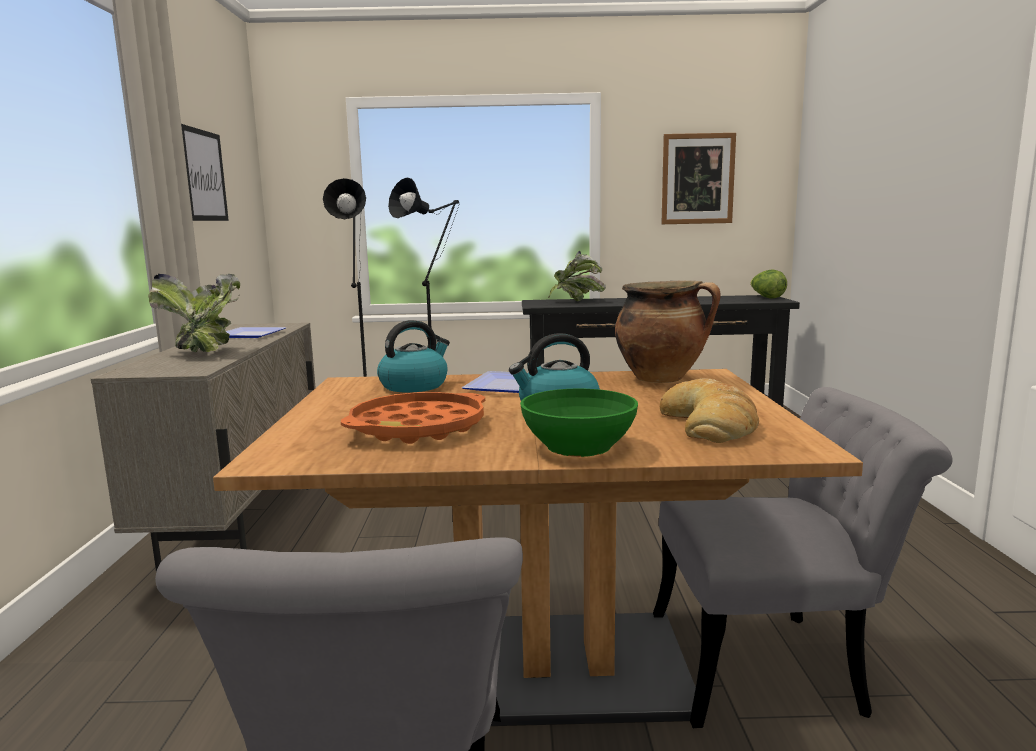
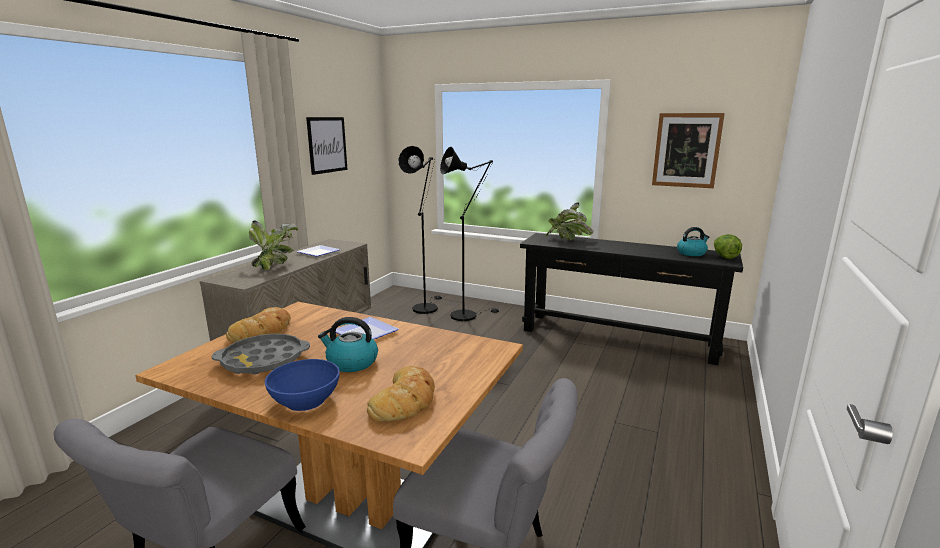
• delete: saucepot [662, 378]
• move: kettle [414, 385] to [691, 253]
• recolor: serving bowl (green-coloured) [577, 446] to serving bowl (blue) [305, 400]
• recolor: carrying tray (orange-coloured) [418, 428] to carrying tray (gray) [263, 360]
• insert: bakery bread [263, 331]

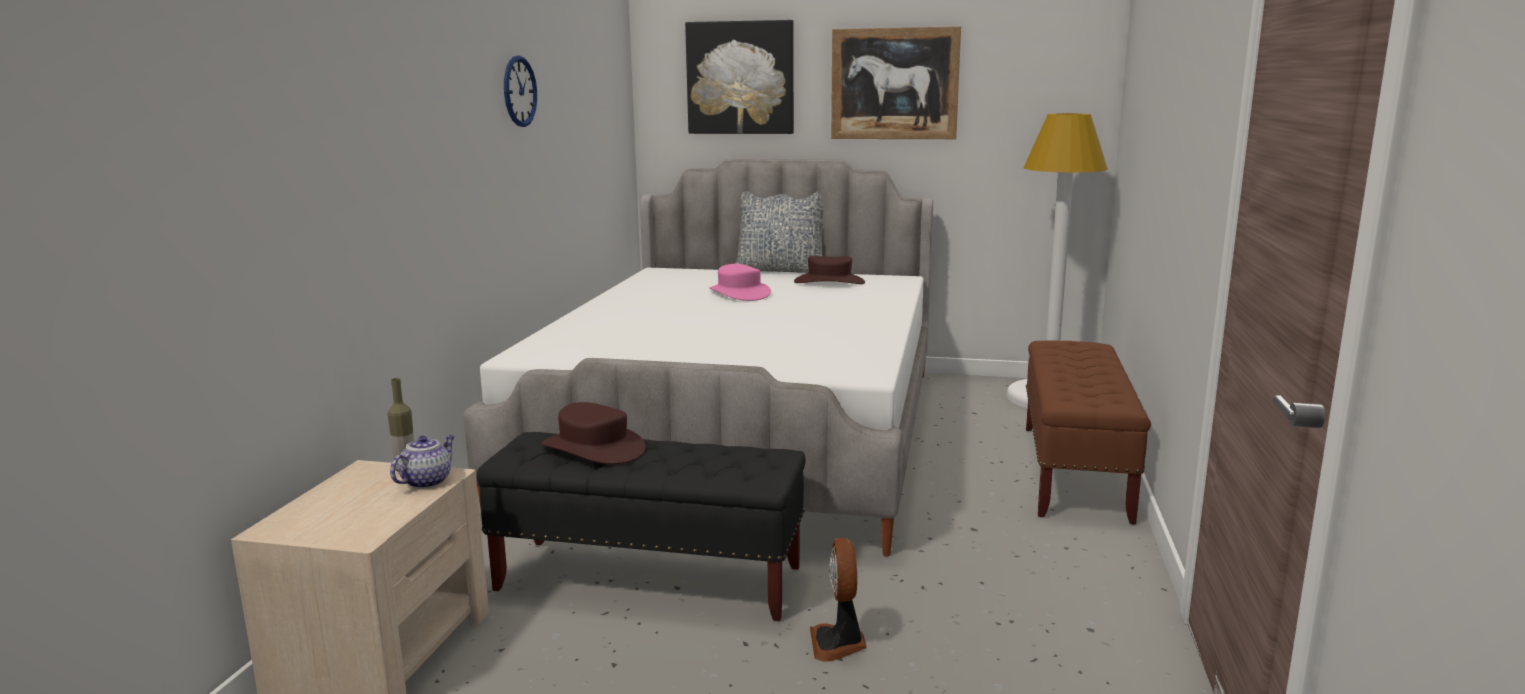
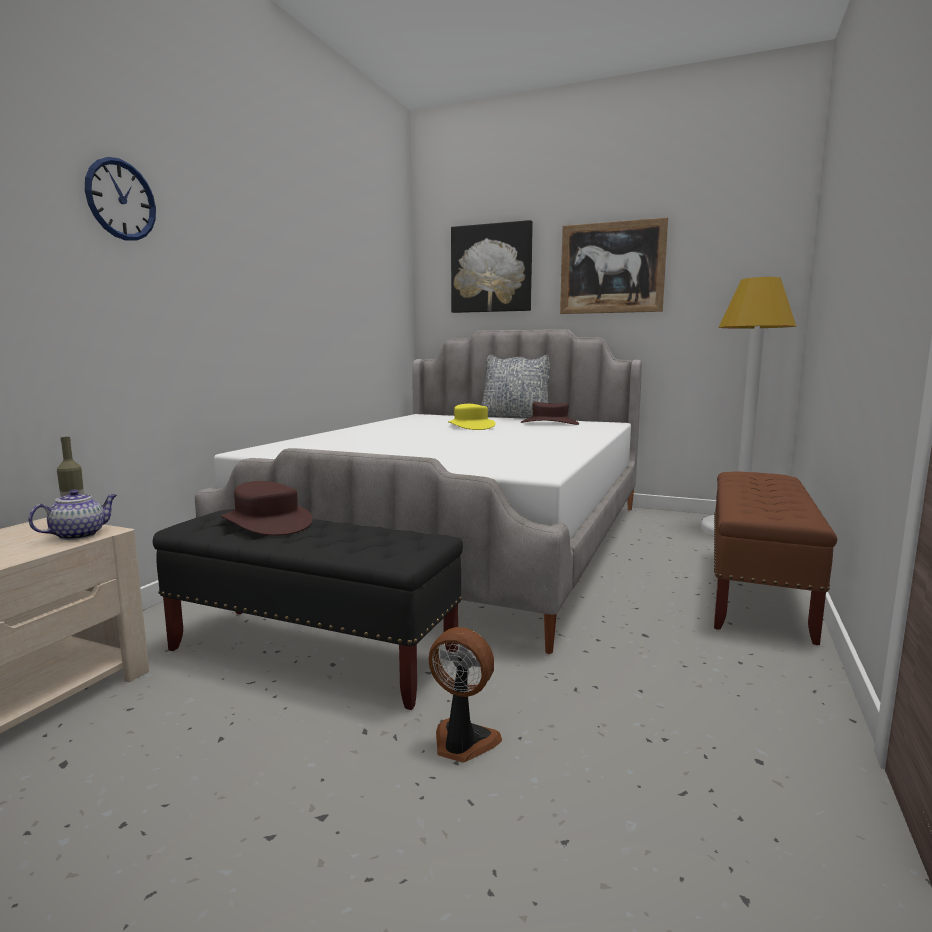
• move: hanging clock [519, 91] to [121, 200]
• recolor: clothing hat (pink) [739, 293] to clothing hat (yellow) [471, 426]
• rotate: cooling fan [838, 643] = [462, 743] 105 degrees clockwise

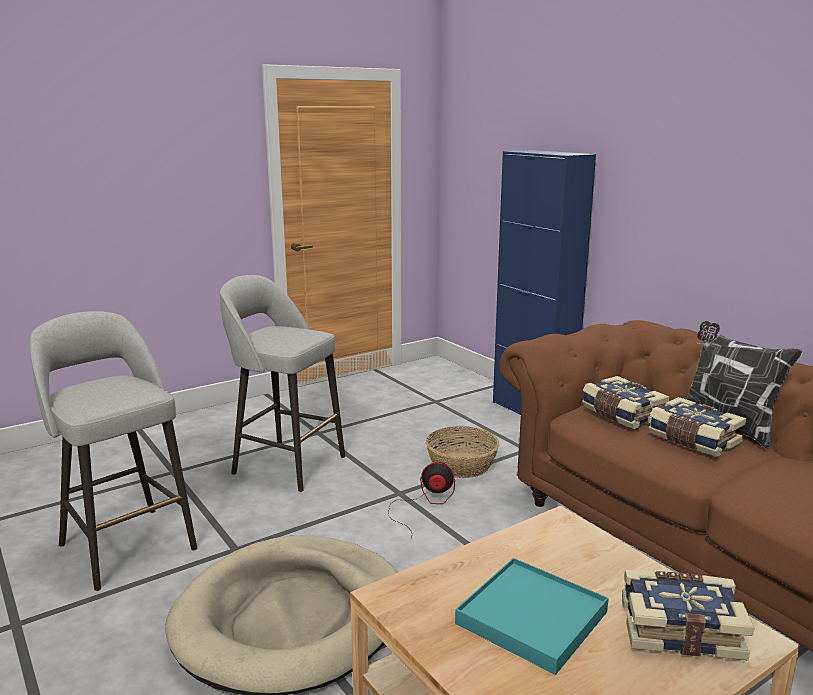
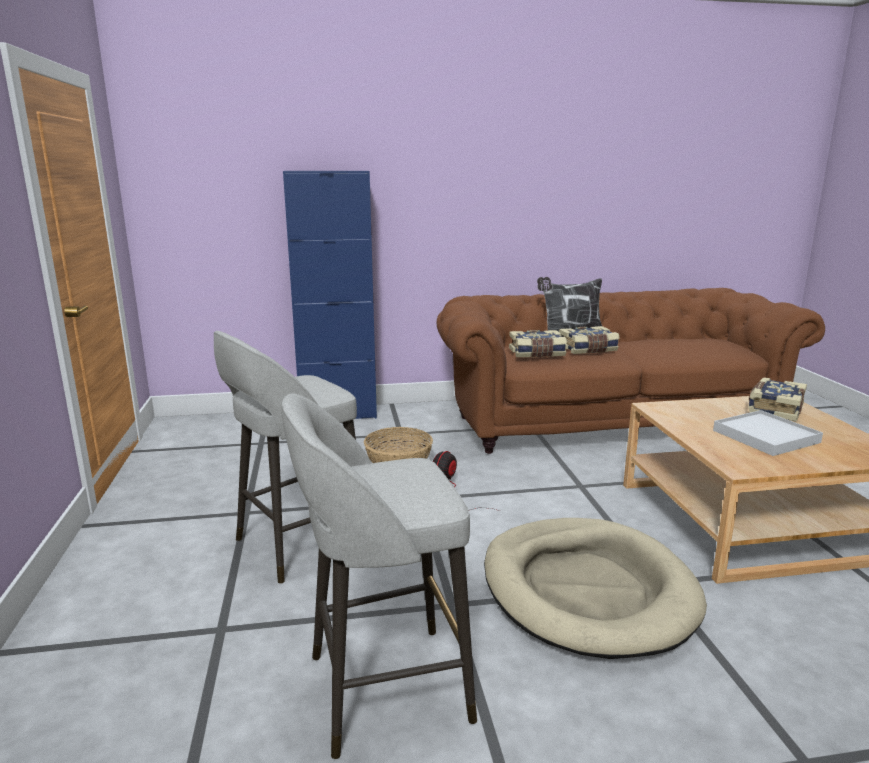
• recolor: carrying tray (turquoise-coloured) [531, 617] to carrying tray (white-coloured) [765, 436]

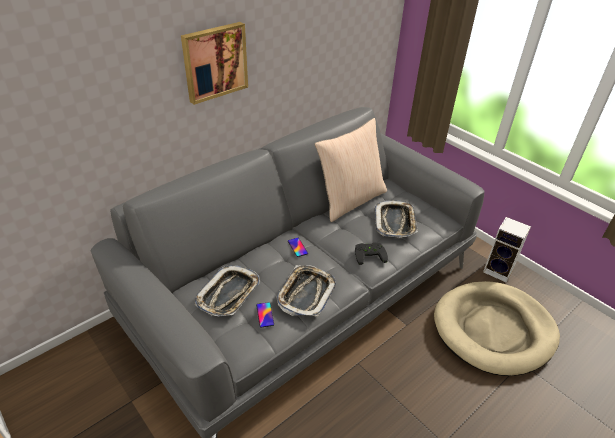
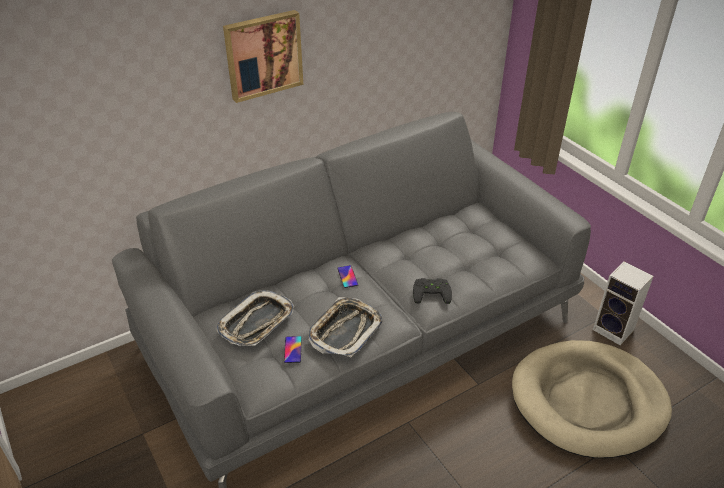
• delete: pillow (sand-coloured) [350, 200]
• delete: carrying tray [395, 222]

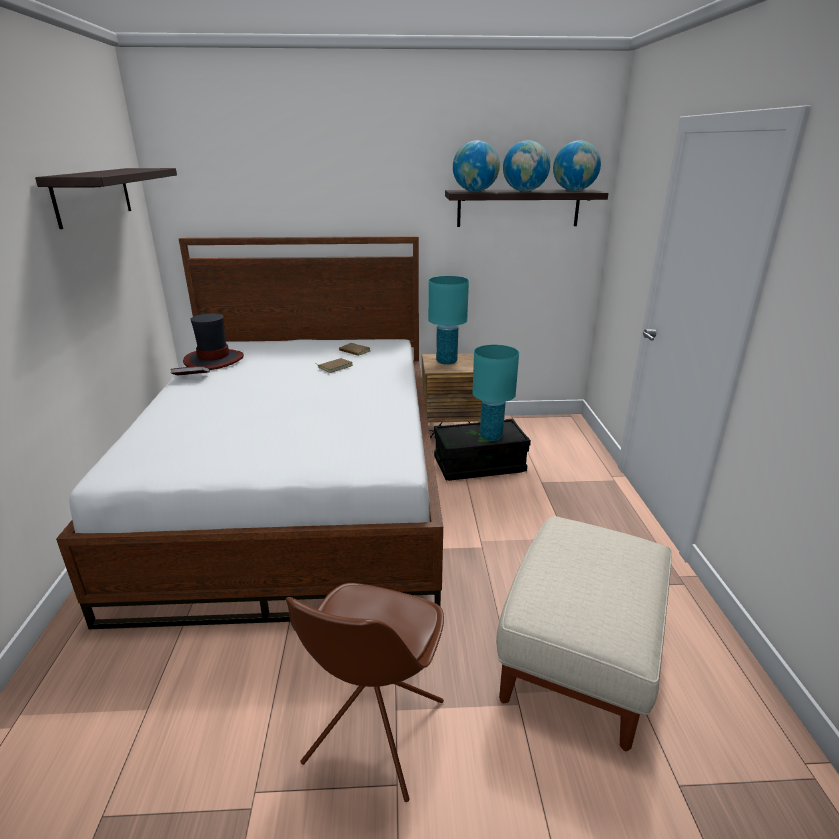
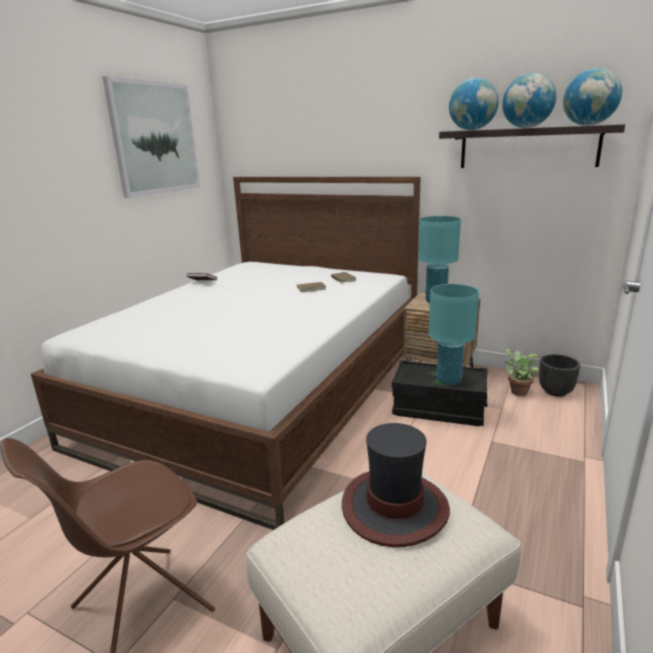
• replace: bracket shelf [93, 195] to wall picture [155, 138]
• move: clothing hat [214, 360] to [394, 507]
• insert: plant in a pot [516, 391]
• insert: flower pot (black) [556, 391]

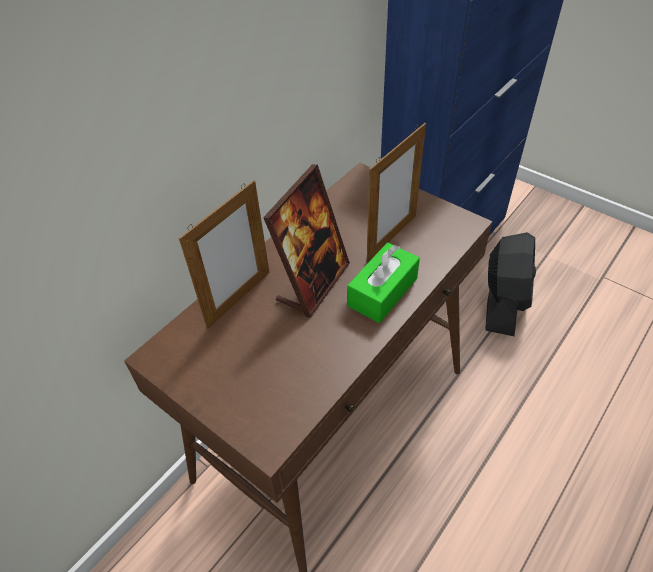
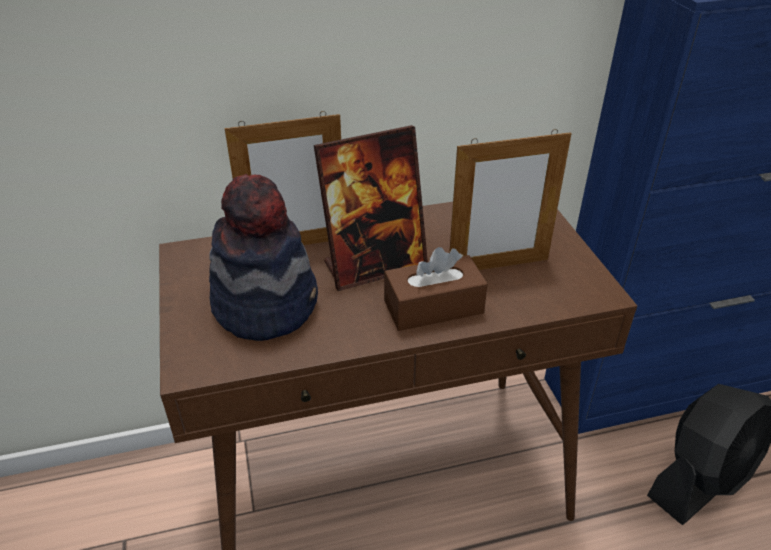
• recolor: box of tissues (green-coloured) [382, 292] to box of tissues (brownish) [433, 307]
• insert: clothing hat [266, 304]

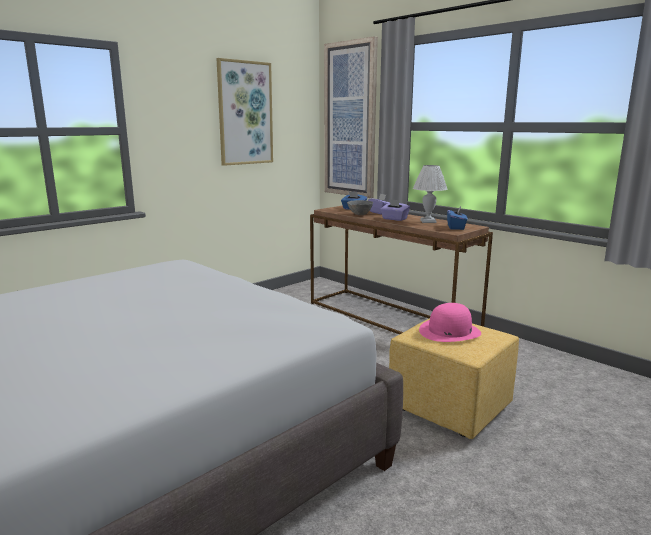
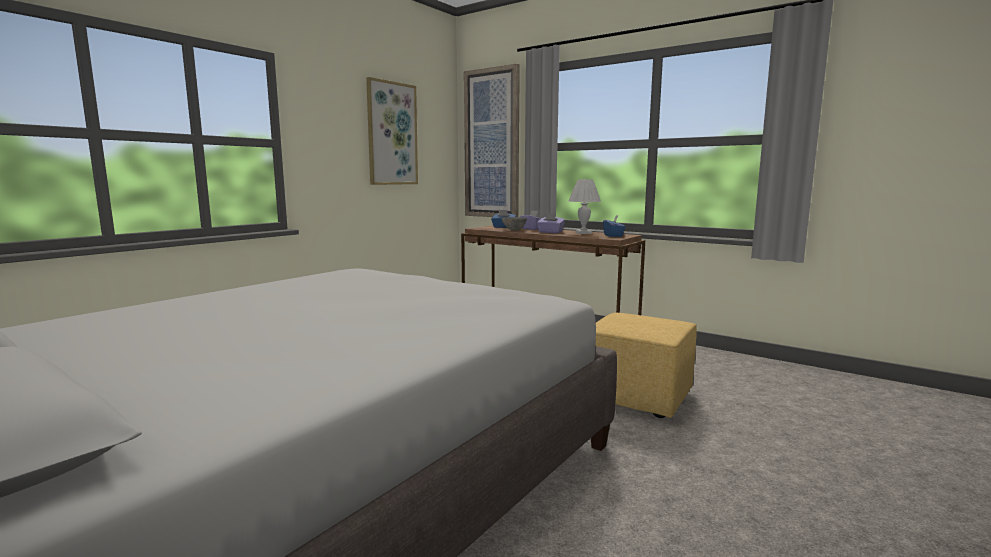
• delete: clothing hat (pink) [449, 331]

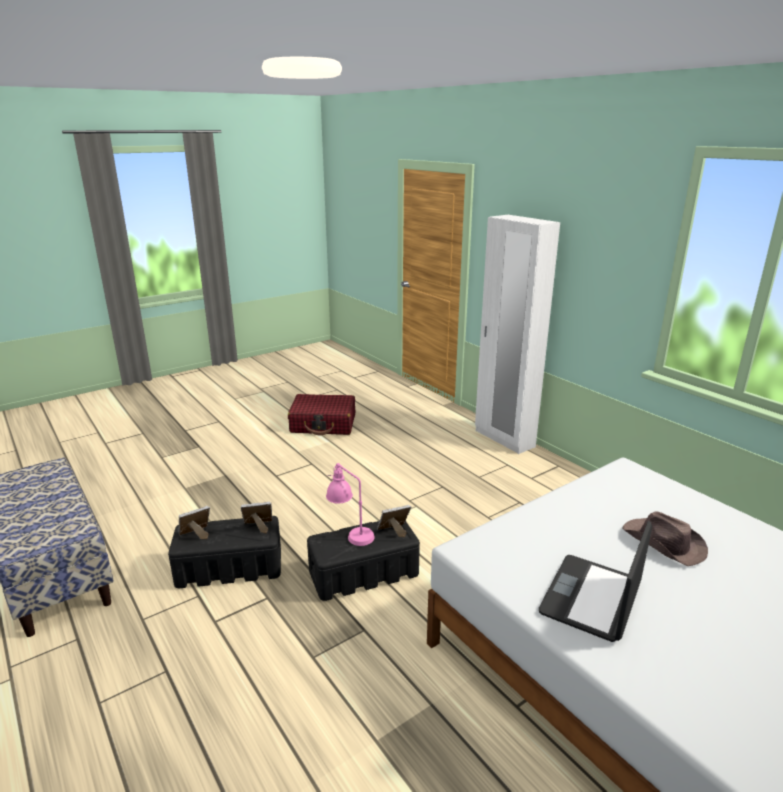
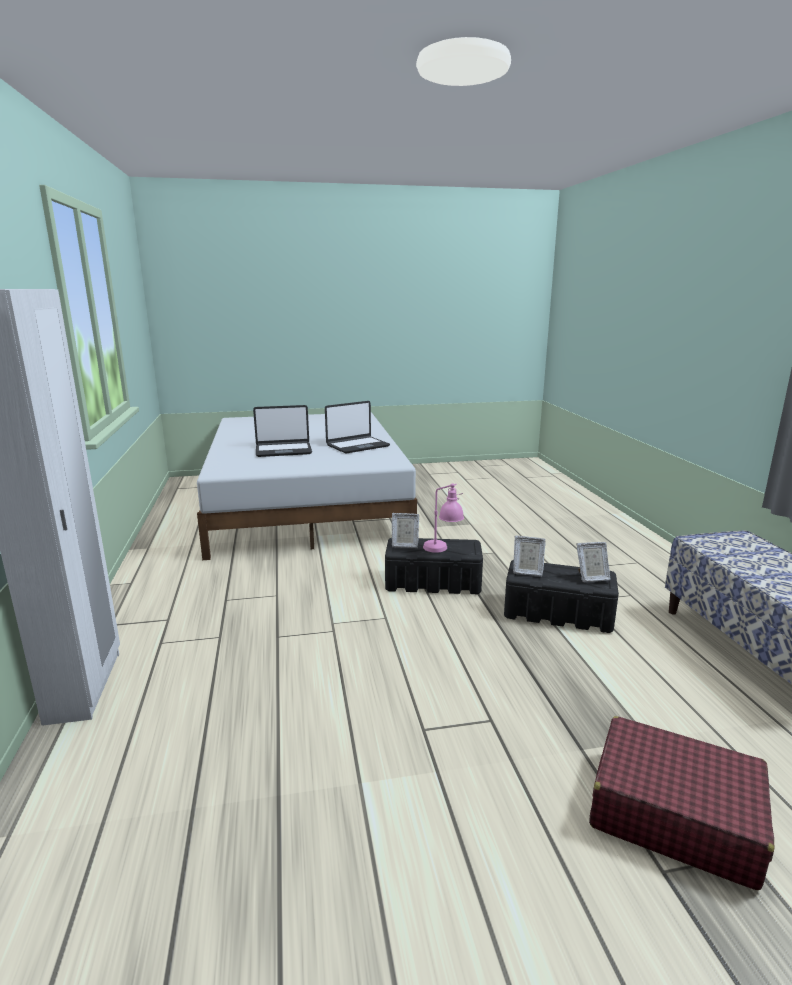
• move: piece of luggage (reddish) [323, 424] to [673, 813]
• replace: clothing hat (brownish) [664, 543] to laptop [283, 450]

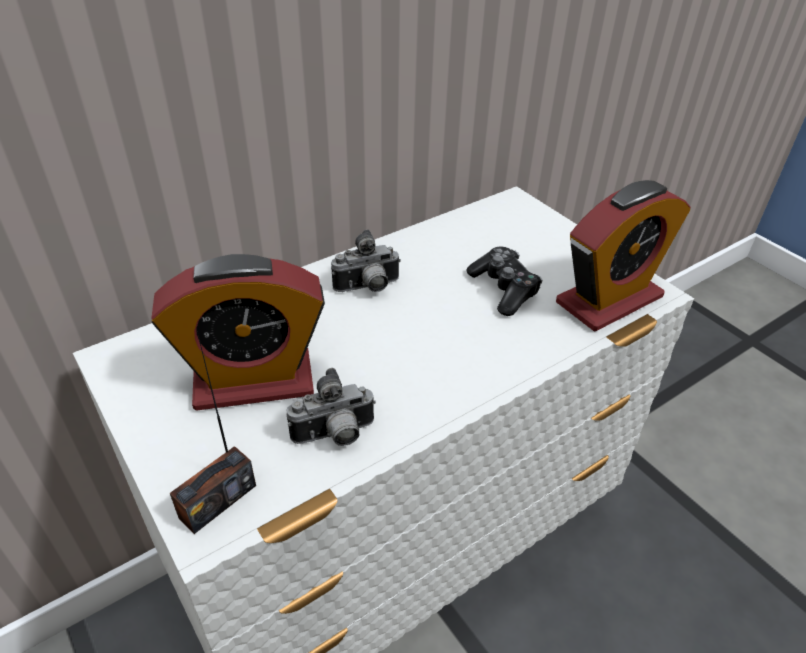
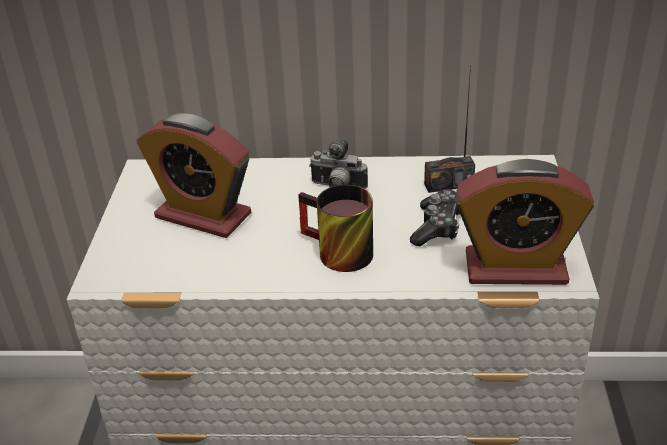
• move: radio set [217, 501] to [448, 184]
• delete: photo camera [335, 436]
• insert: tea mug [335, 254]

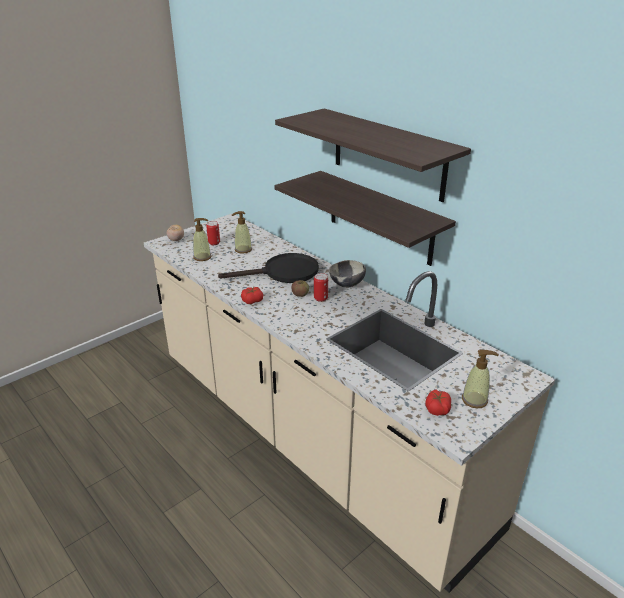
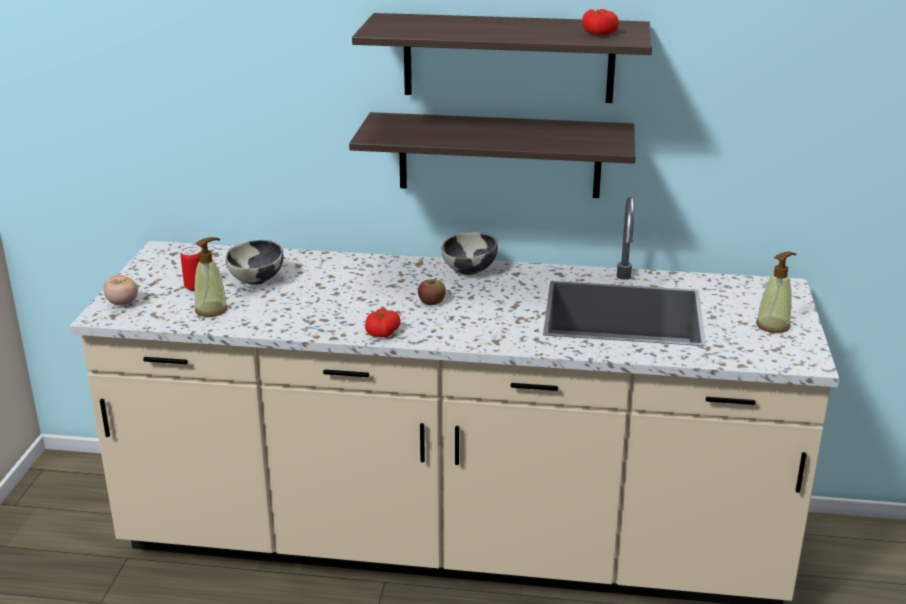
• replace: soap bottle [243, 250] to serving bowl [257, 280]
• delete: frying pan (black) [283, 273]
• delete: can [320, 298]
• move: fresh tomato [437, 408] to [599, 33]

